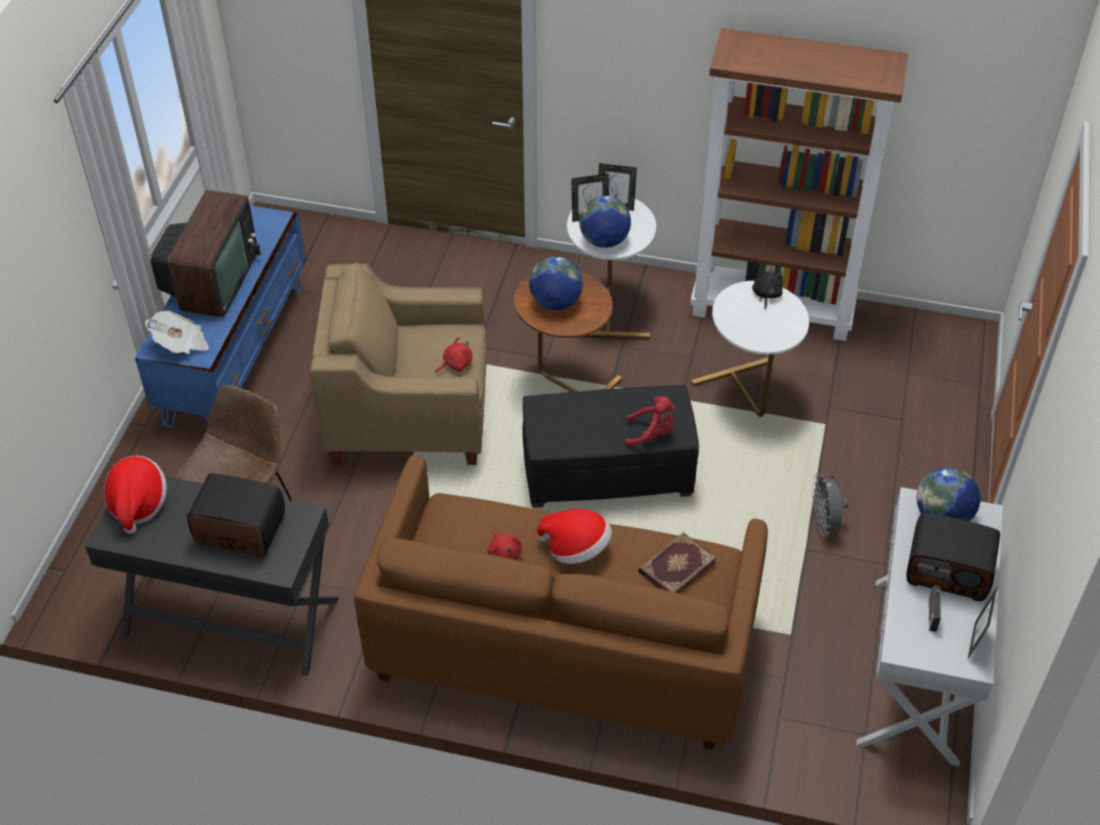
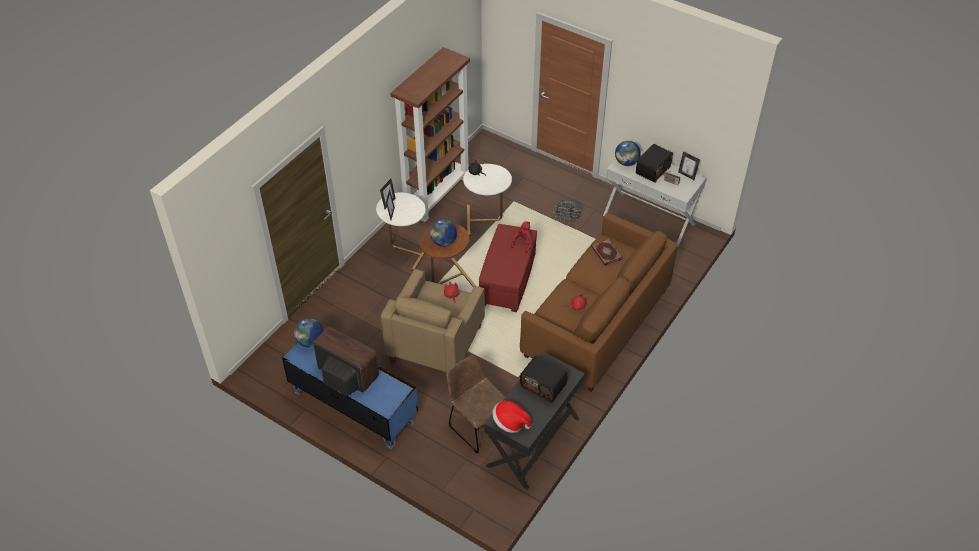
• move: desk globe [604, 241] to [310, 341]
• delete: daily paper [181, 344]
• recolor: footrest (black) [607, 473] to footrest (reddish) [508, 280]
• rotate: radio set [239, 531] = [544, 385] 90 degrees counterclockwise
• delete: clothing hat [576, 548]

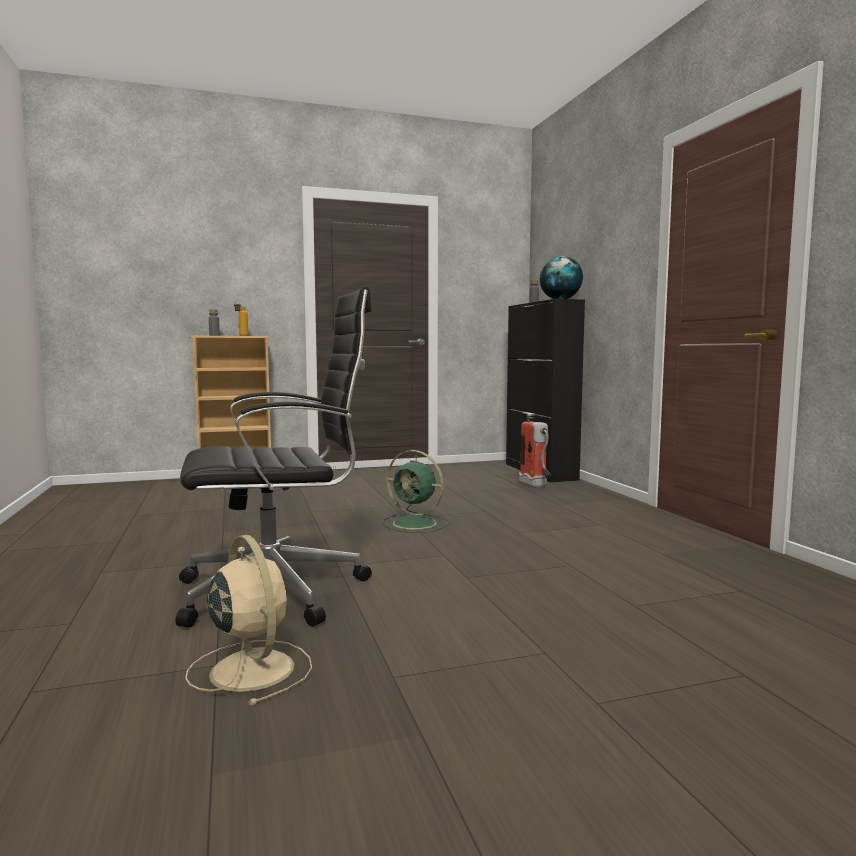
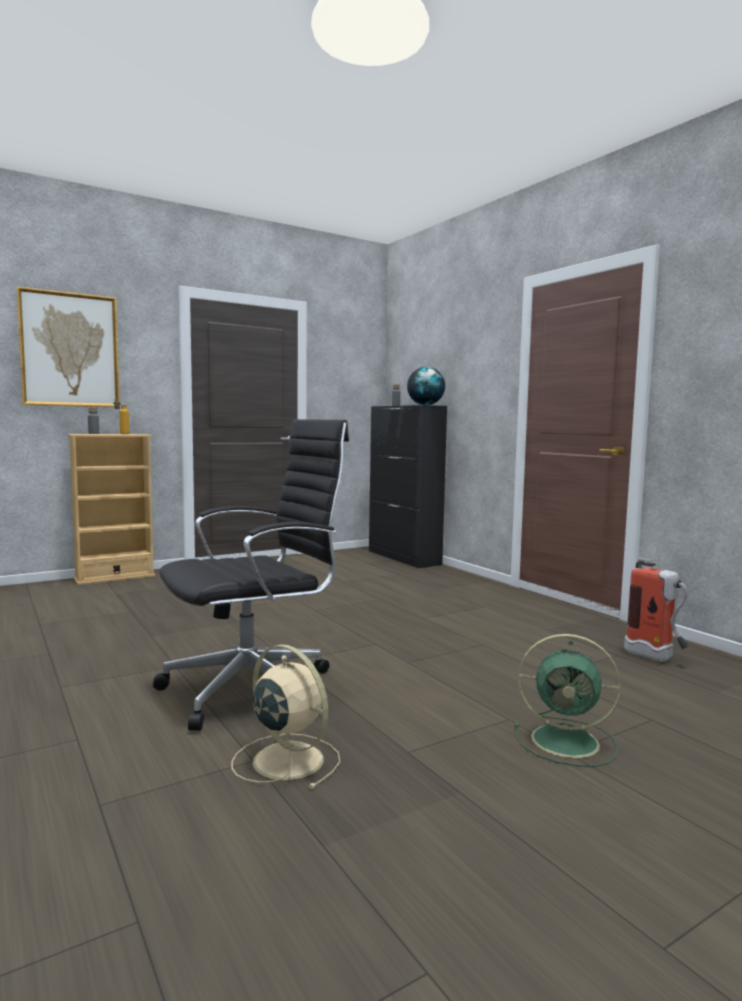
• move: fire extinguisher [536, 486] to [656, 658]
• move: cooling fan (green-coloured) [416, 524] to [568, 741]
• insert: wall picture [70, 350]

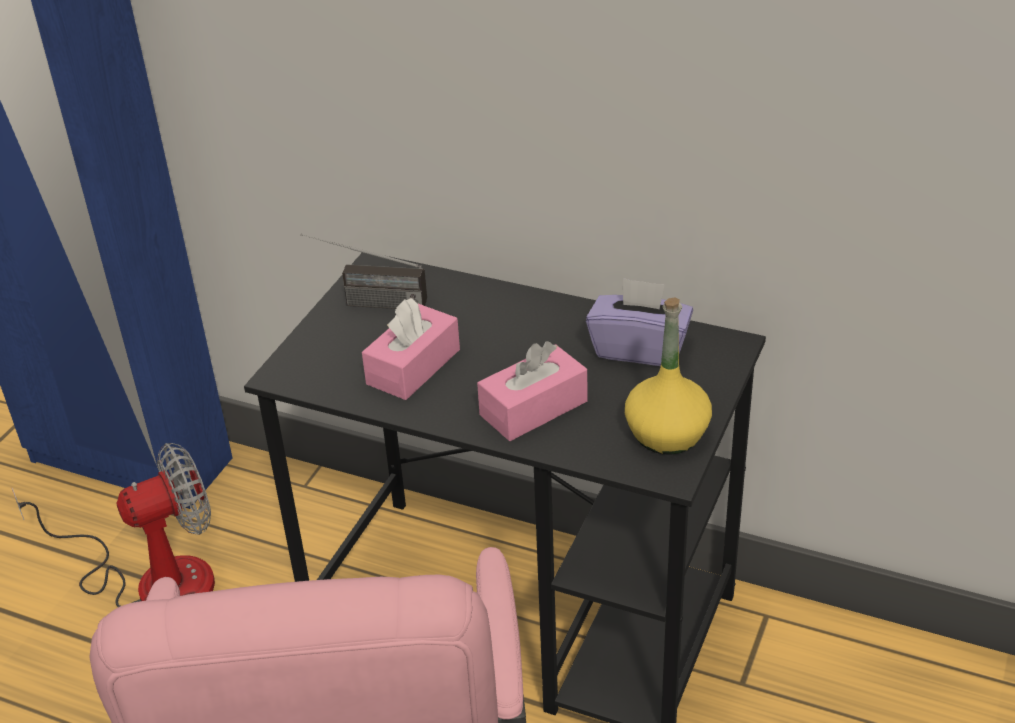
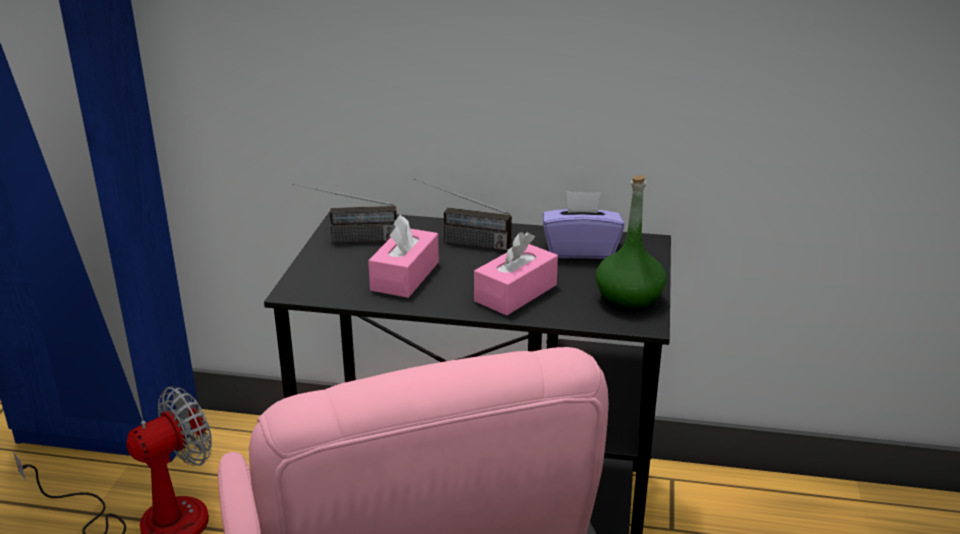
• recolor: drink bottle (yellow) [666, 434] to drink bottle (green-coloured) [628, 299]
• insert: radio set [460, 241]

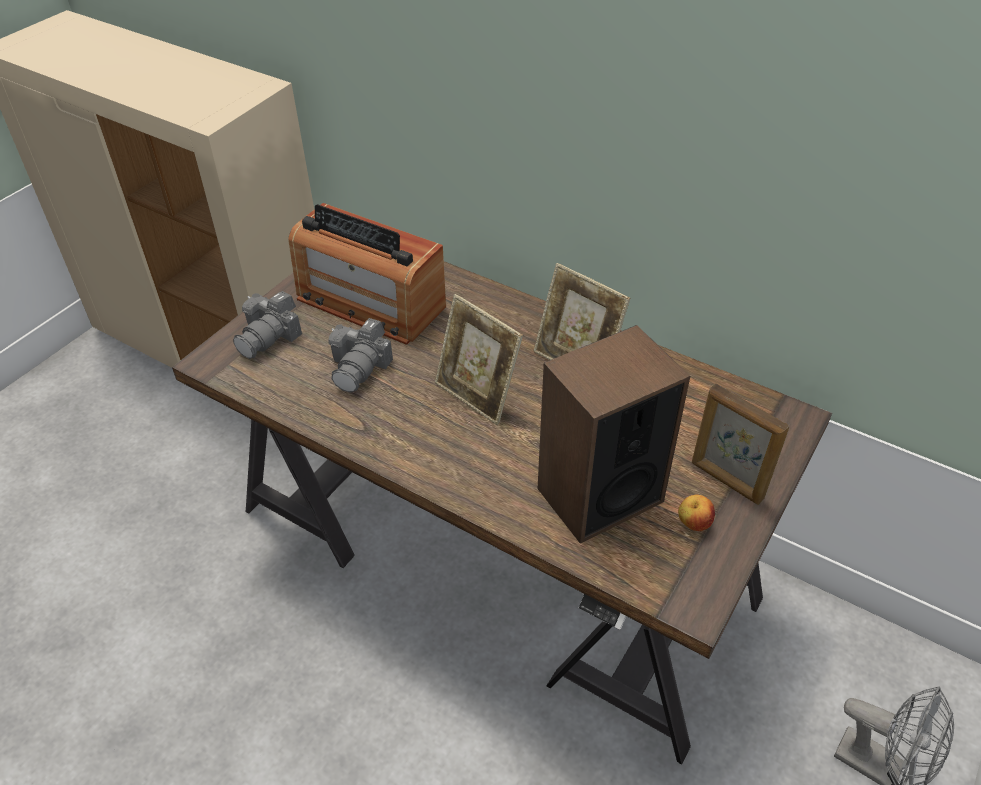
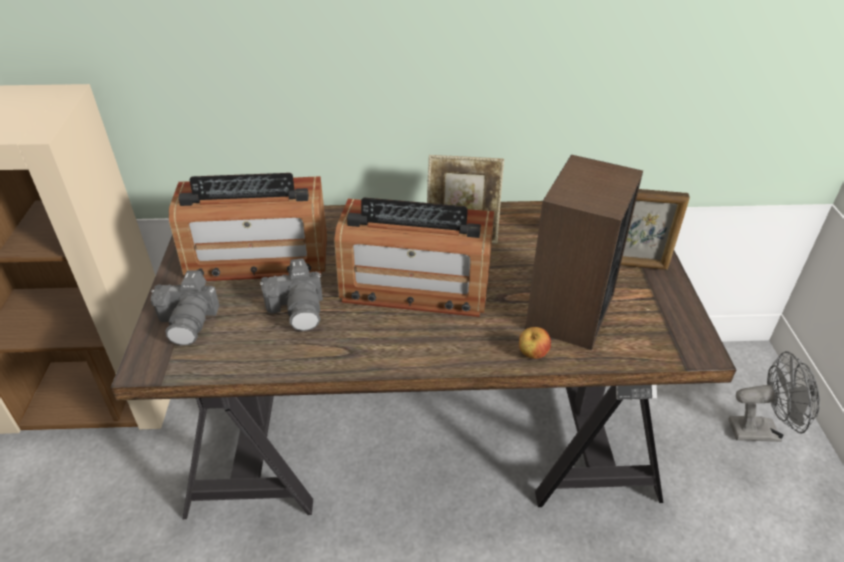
• replace: photo frame [477, 395] to radio set [415, 287]
• move: whole apple [693, 524] to [532, 354]

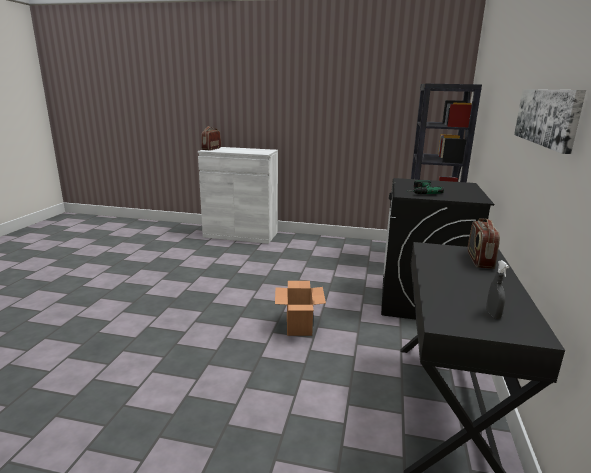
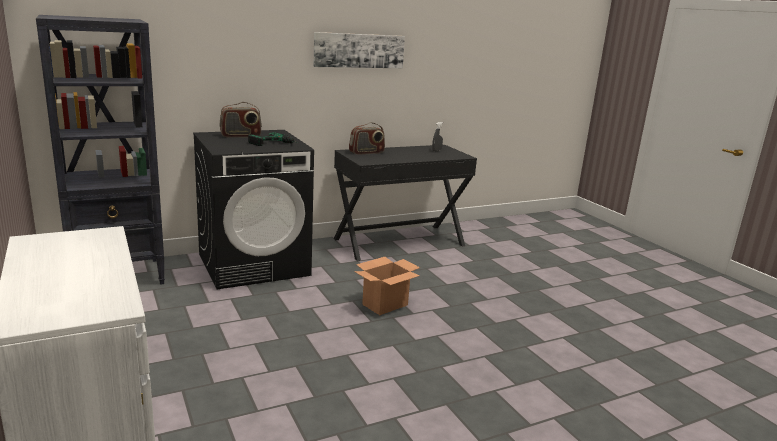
• move: radio set [211, 149] to [241, 136]

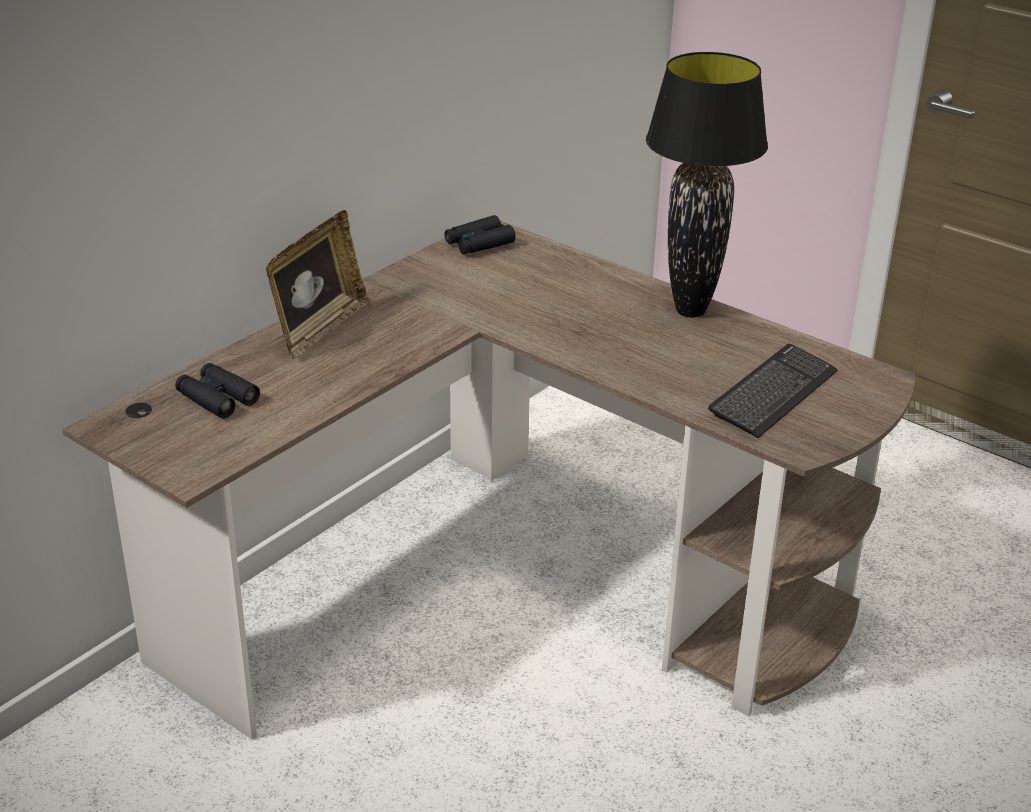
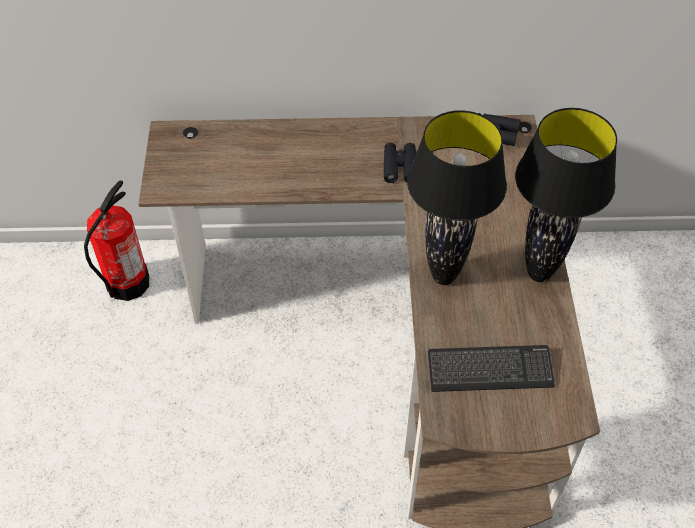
• delete: photo frame [319, 329]
• move: field glasses (black) [217, 398] to [400, 167]
• insert: tabletop lamp (black) [444, 276]
• insert: fire extinguisher [127, 283]

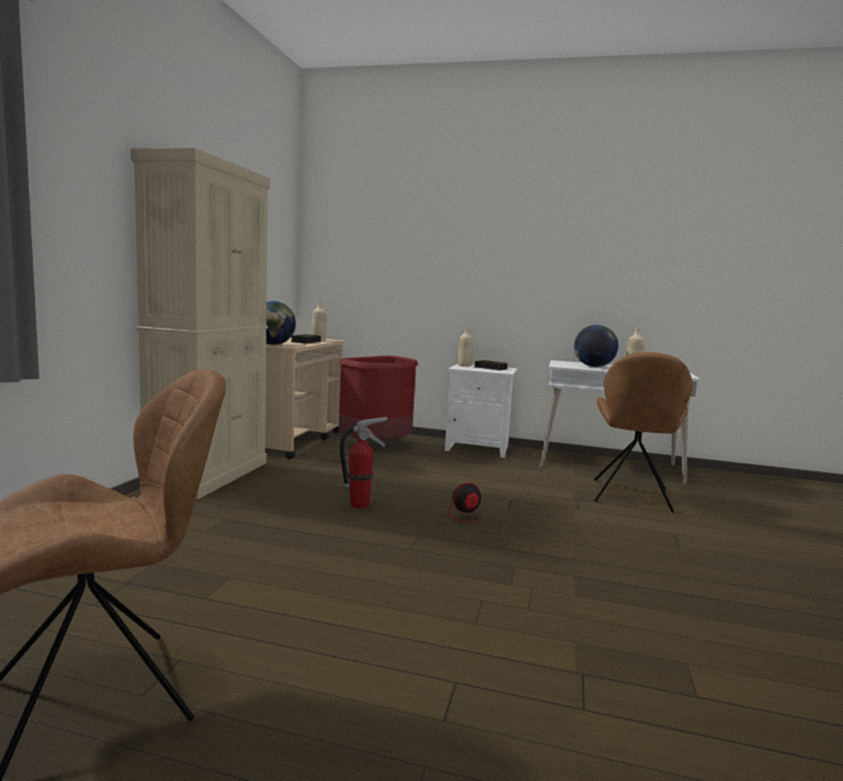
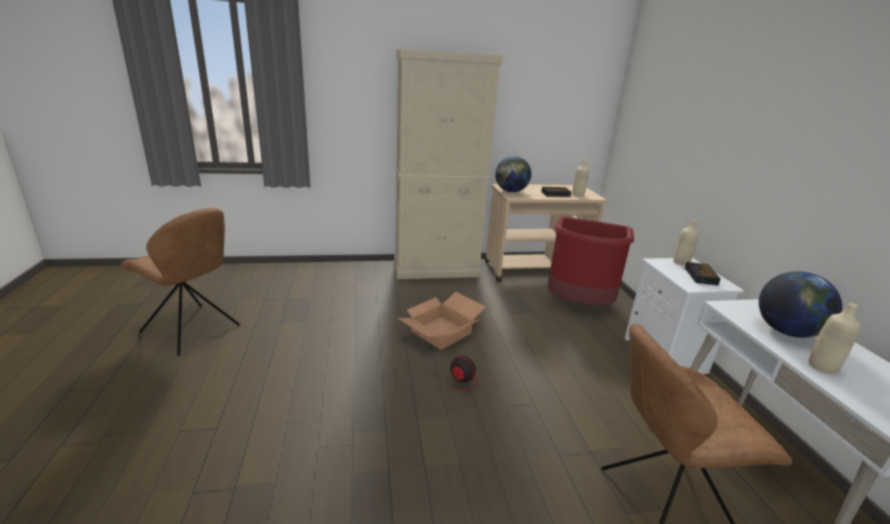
• replace: fire extinguisher [360, 505] to packing box [441, 331]

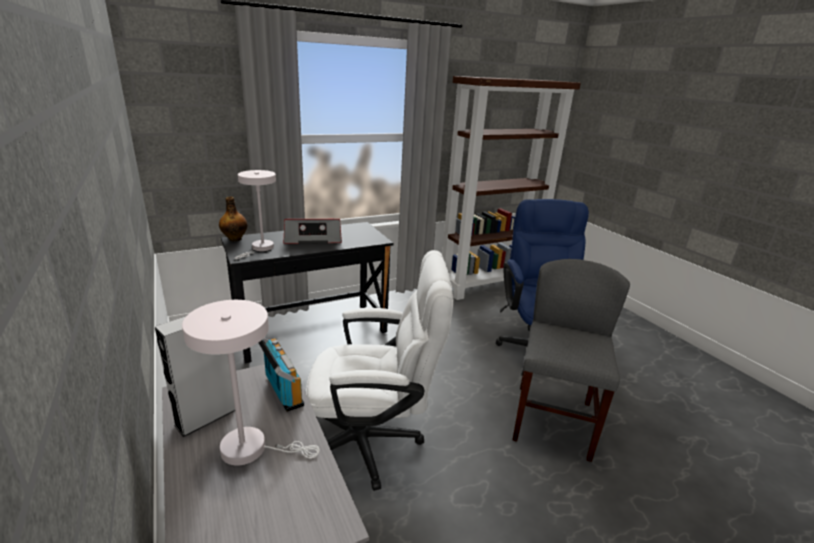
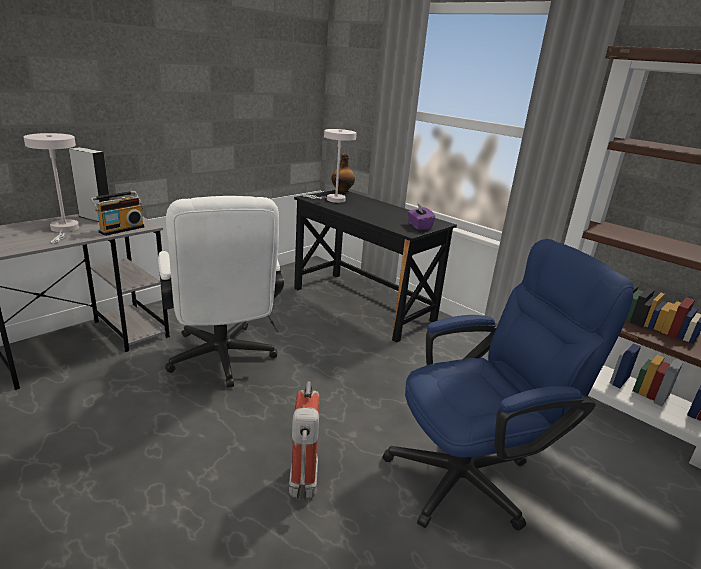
• delete: radio set [313, 239]
• replace: plain chair (gray) [552, 421] to fire extinguisher [302, 489]
• insert: box of tissues (purple) [419, 226]

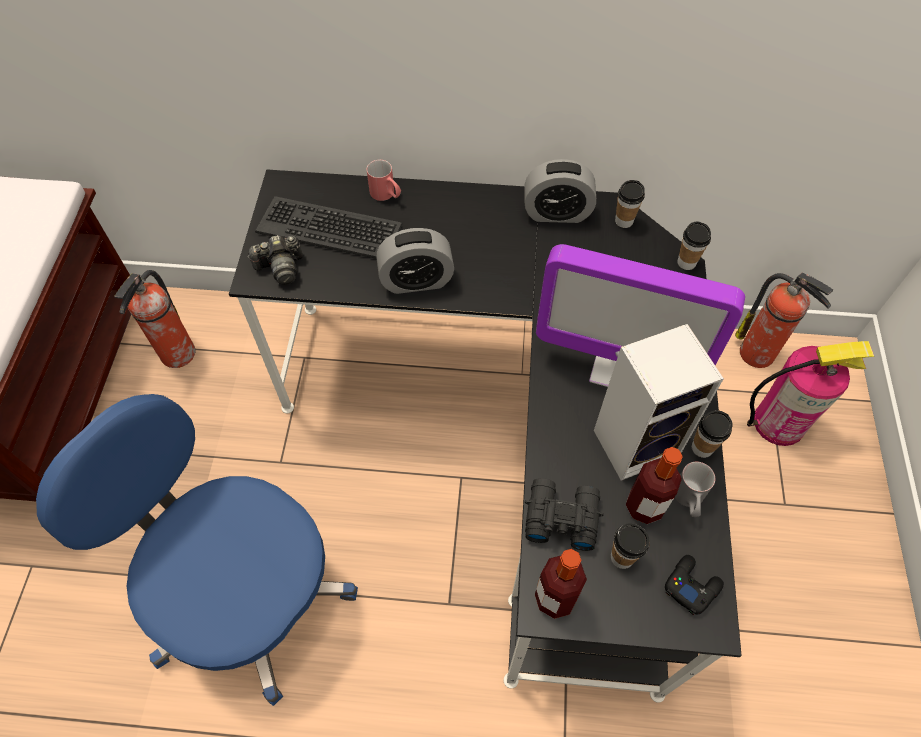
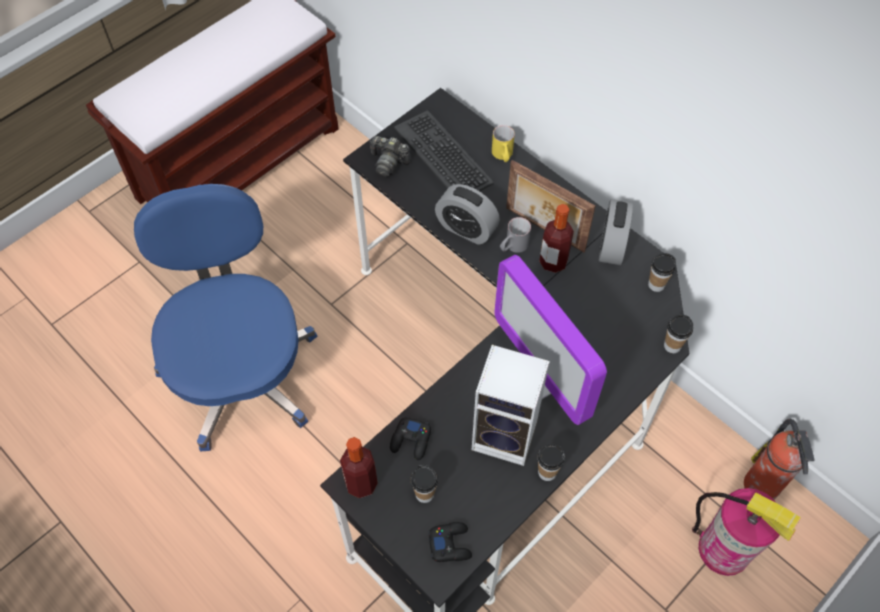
• rotate: alarm clock [557, 213] = [611, 246] 60 degrees clockwise
• recolor: tea mug (reddish) [386, 195] to tea mug (yellow) [503, 156]
• delete: fire extinguisher [177, 355]
• move: drink bottle [644, 506] to [553, 262]
• move: tea mug (gray) [688, 500] to [513, 247]
• replace: field glasses (black) [560, 516] to game controller (black) [411, 440]
• insert: photo frame [544, 230]

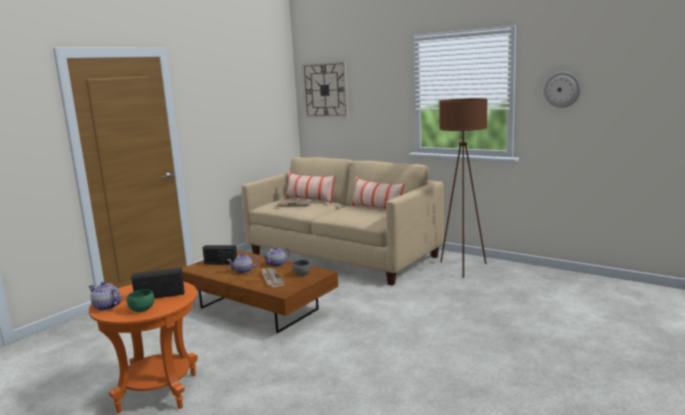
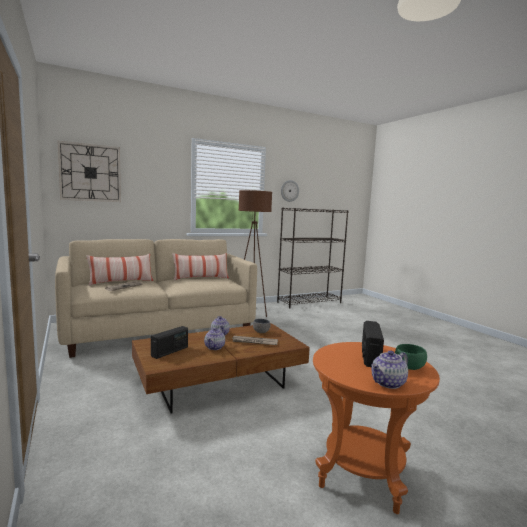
• insert: bookcase (black) [309, 302]

